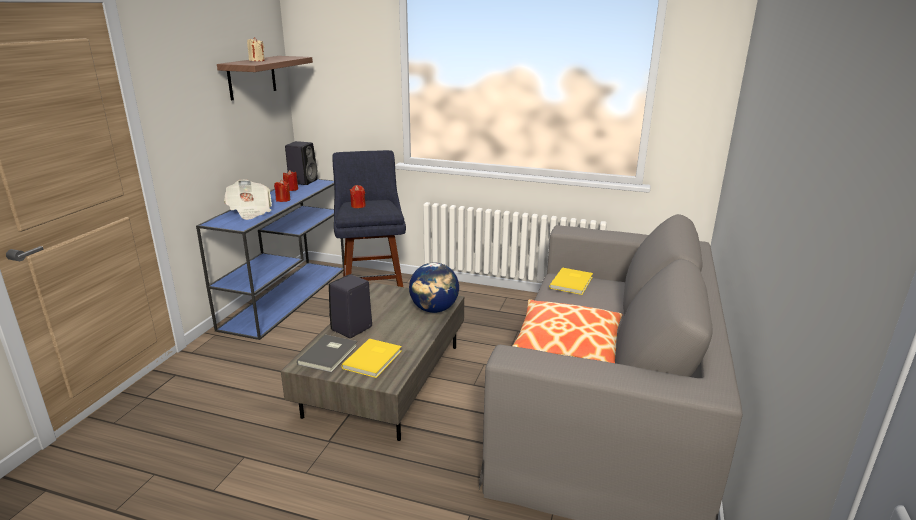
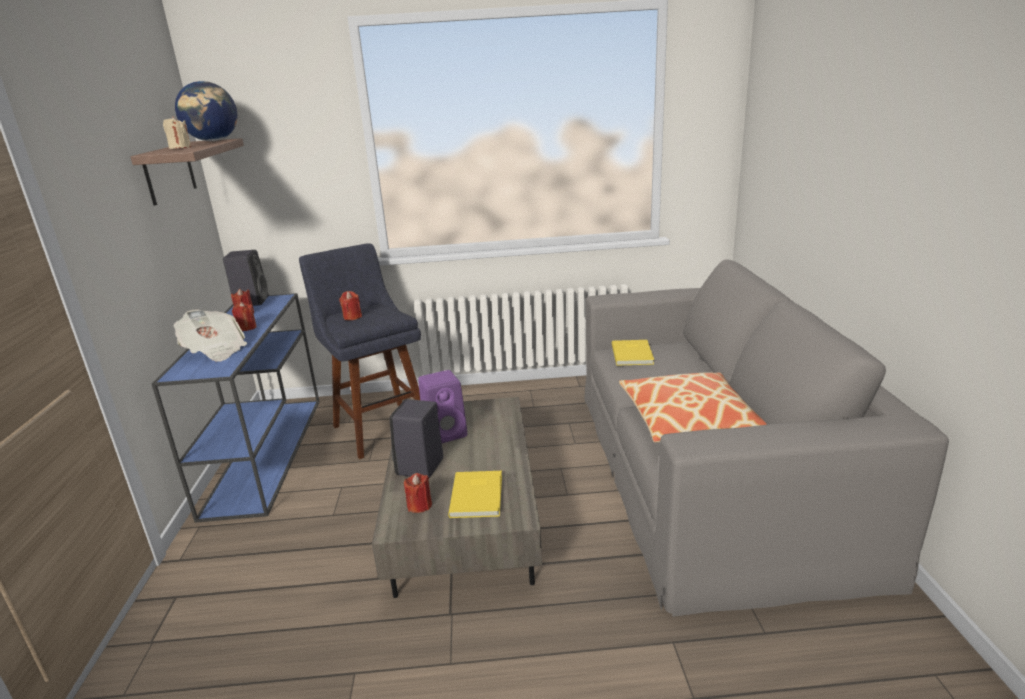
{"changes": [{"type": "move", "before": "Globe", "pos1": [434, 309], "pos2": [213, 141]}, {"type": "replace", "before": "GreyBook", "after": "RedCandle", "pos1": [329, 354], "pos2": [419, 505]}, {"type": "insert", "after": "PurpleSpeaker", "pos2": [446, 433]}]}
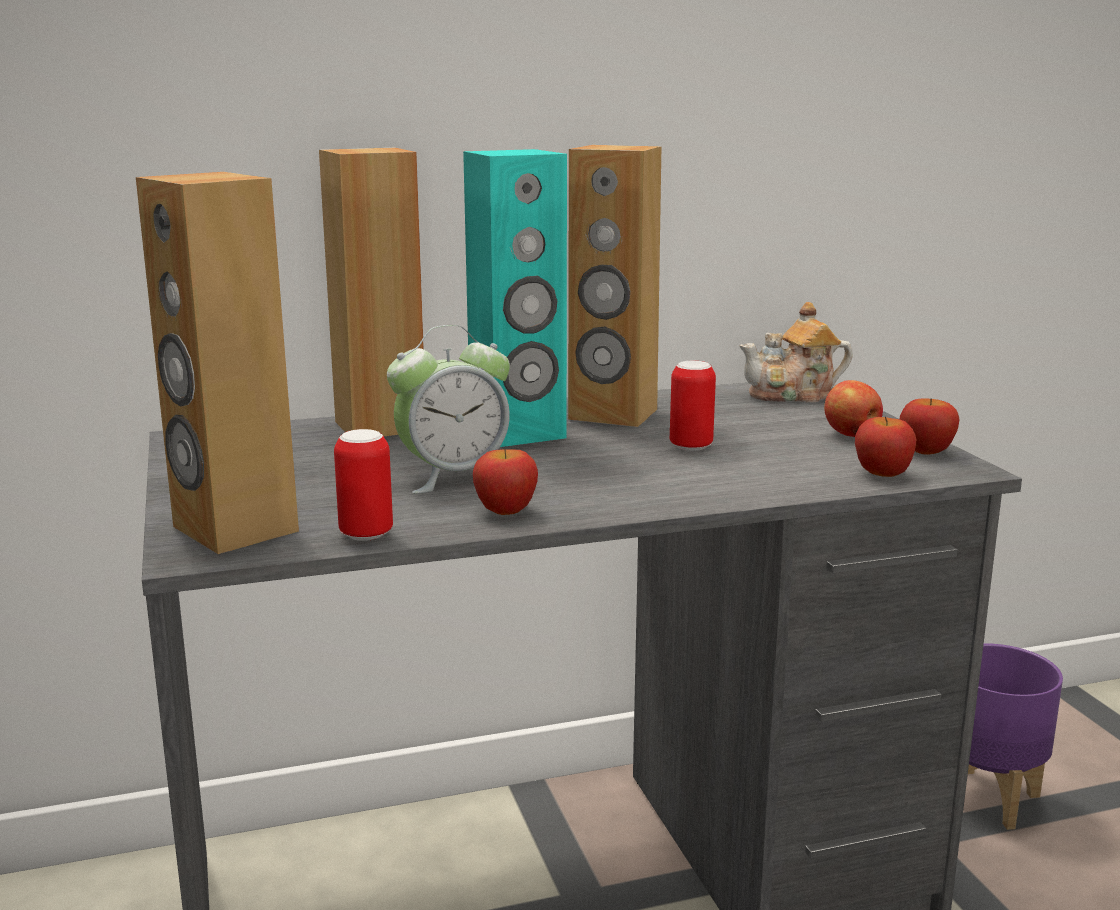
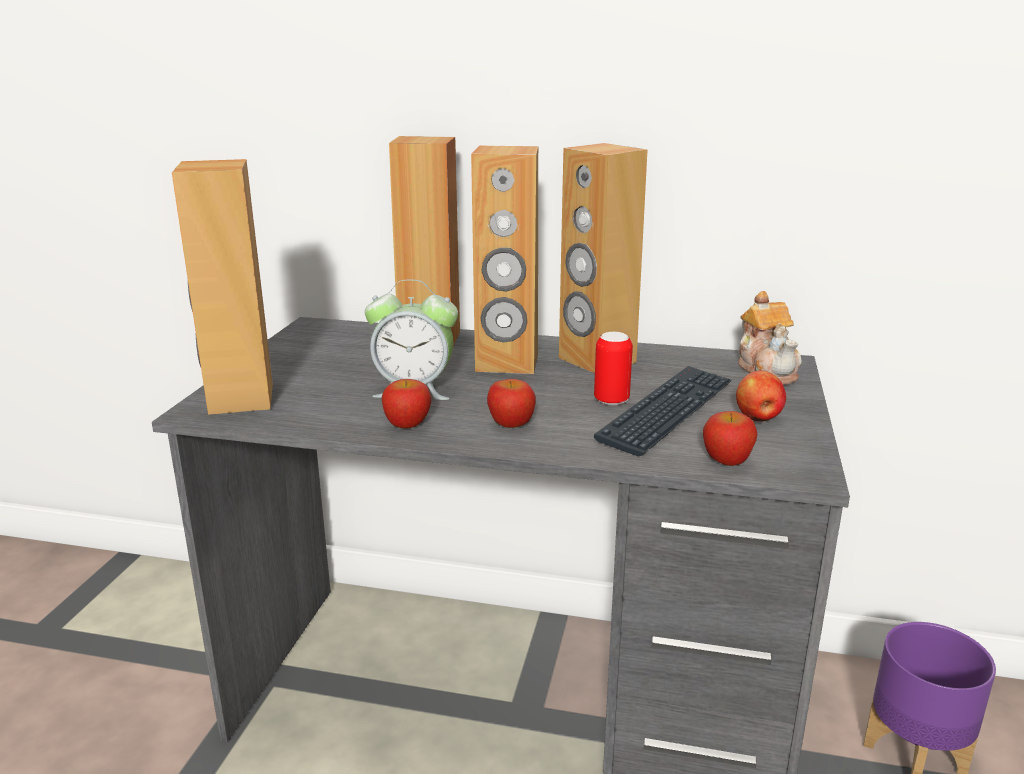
{"changes": [{"type": "recolor", "before": "TurquoiseSpeaker", "after": "BrownSpeaker", "pos1": [518, 433], "pos2": [507, 363]}, {"type": "rotate", "before": "Teapot", "pos1": [794, 395], "pos2": [767, 370], "turn": -120}, {"type": "move", "before": "Apple", "pos1": [926, 451], "pos2": [511, 424]}, {"type": "delete", "before": "Can", "pos1": [366, 534]}, {"type": "insert", "after": "Keyboard", "pos2": [667, 411]}]}
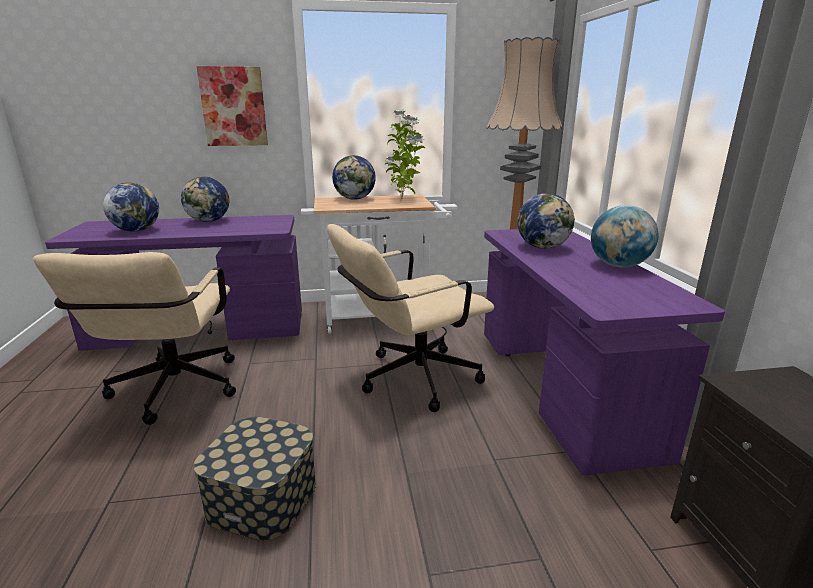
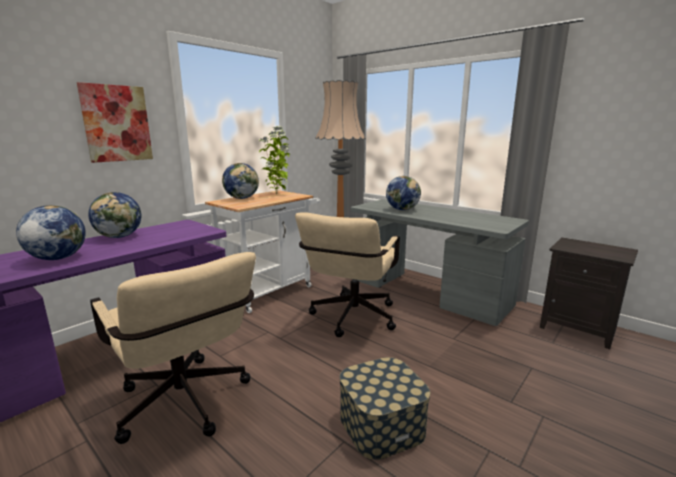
{"changes": [{"type": "delete", "before": "Globe", "pos1": [618, 266]}, {"type": "recolor", "before": "PurpleDesk", "after": "GreyDesk", "pos1": [560, 388], "pos2": [427, 294]}]}
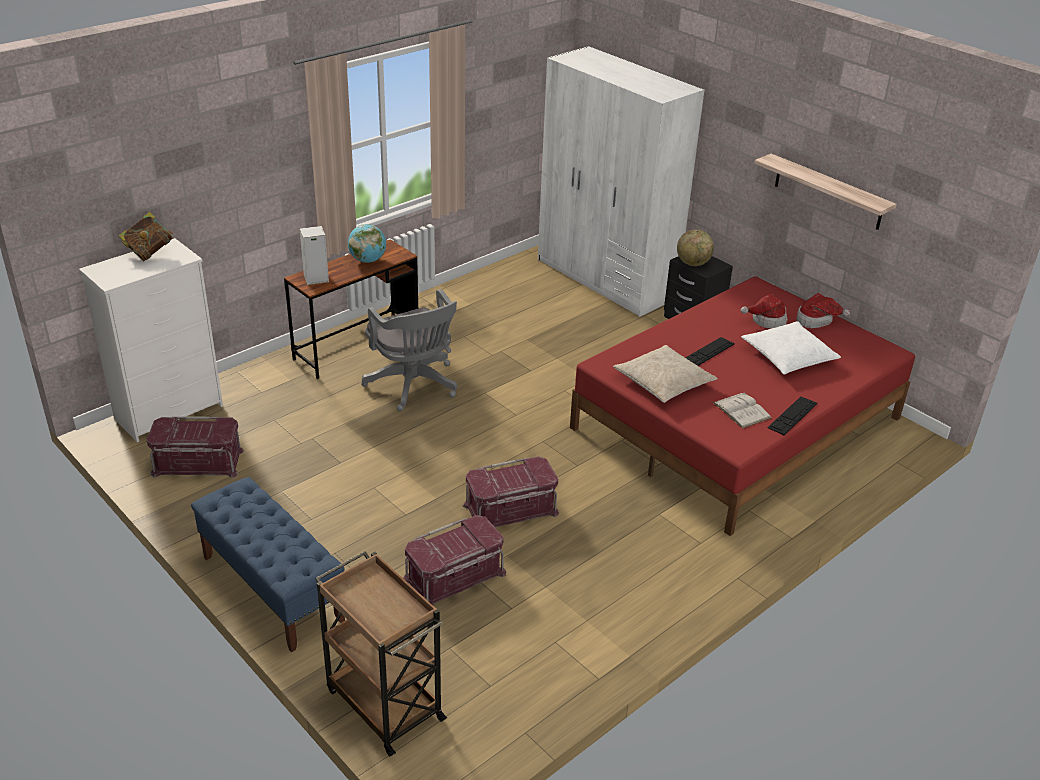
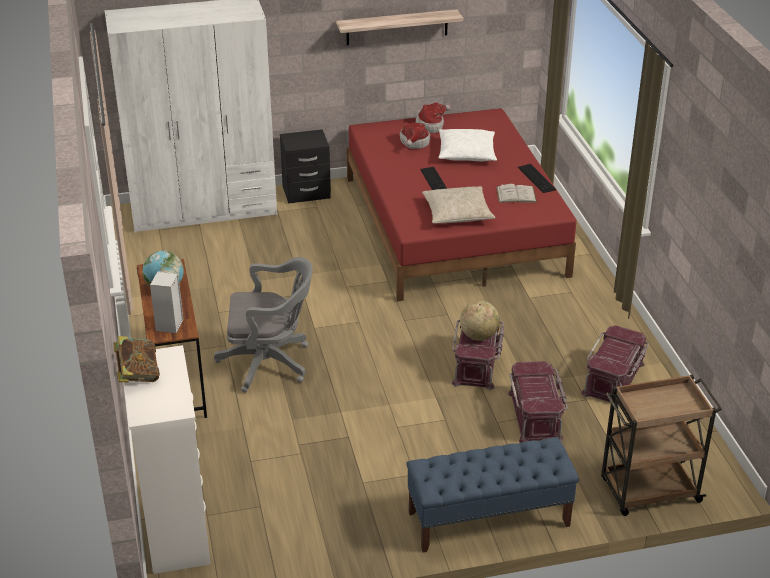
{"changes": [{"type": "move", "before": "Globe", "pos1": [693, 263], "pos2": [478, 335]}, {"type": "move", "before": "RedStorageBox", "pos1": [197, 463], "pos2": [614, 379]}]}
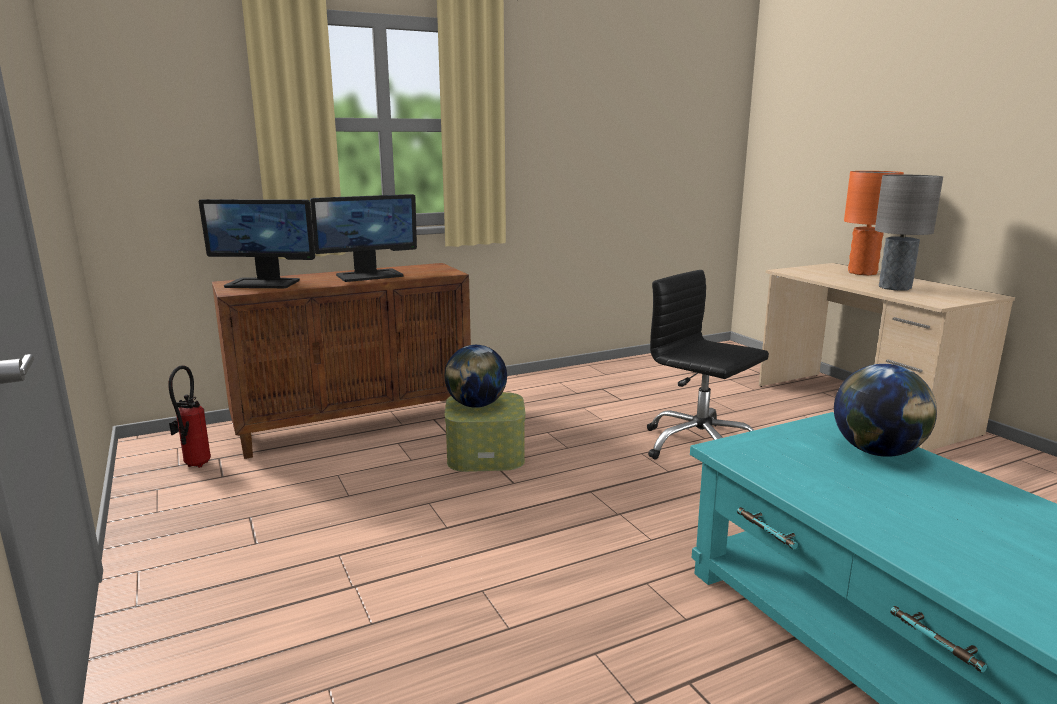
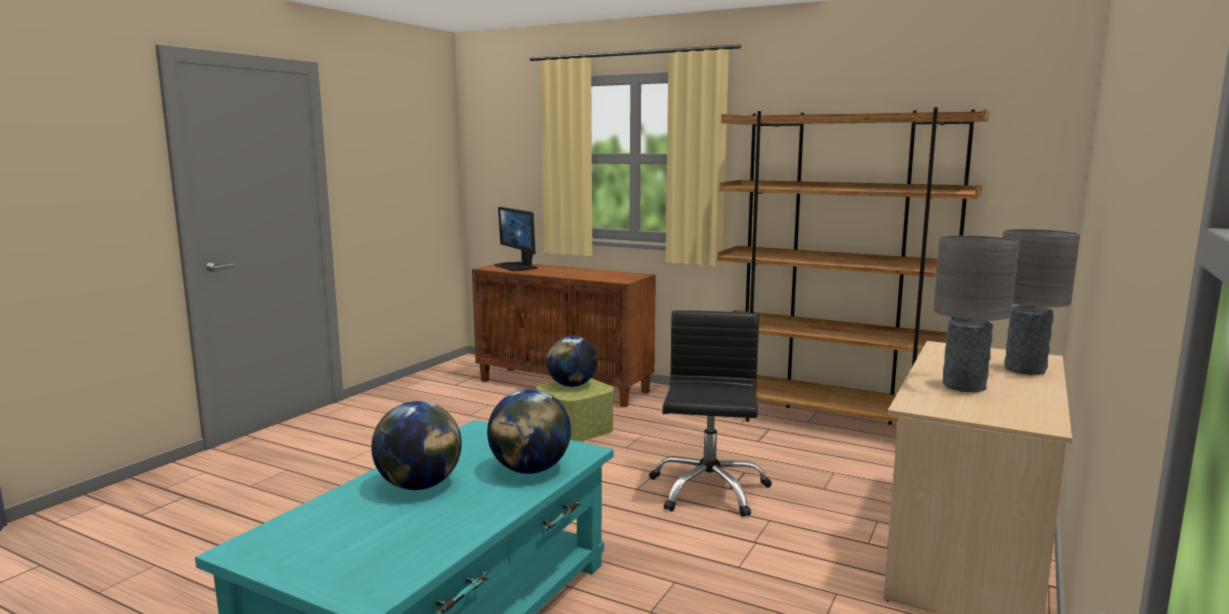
{"changes": [{"type": "recolor", "before": "OrangeTableLamp", "after": "GreyTableLamp", "pos1": [862, 273], "pos2": [1025, 370]}, {"type": "delete", "before": "Monitor", "pos1": [369, 275]}, {"type": "delete", "before": "FireExtinguisher", "pos1": [193, 466]}, {"type": "insert", "after": "BrownBookcase", "pos2": [831, 424]}, {"type": "insert", "after": "Globe", "pos2": [419, 486]}]}
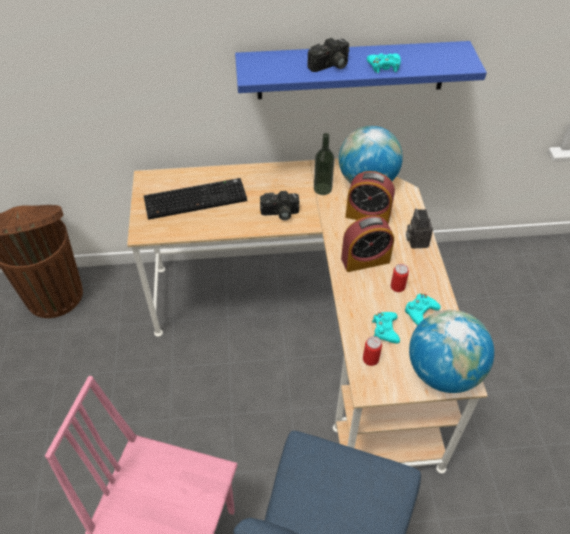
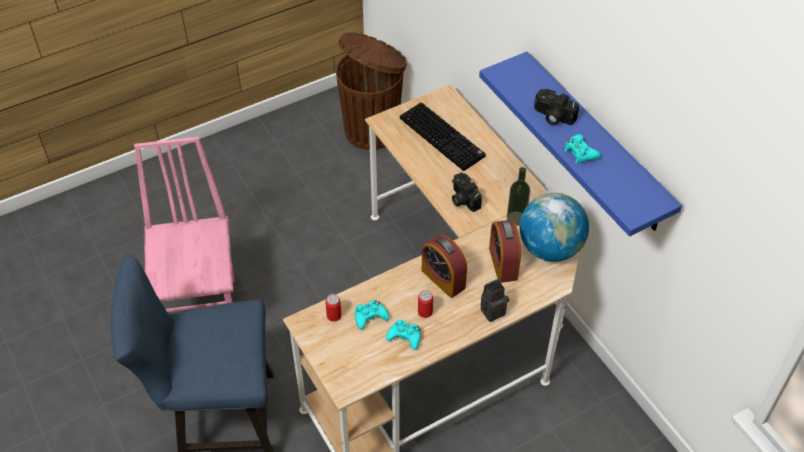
{"changes": [{"type": "delete", "before": "Globe", "pos1": [442, 372]}]}
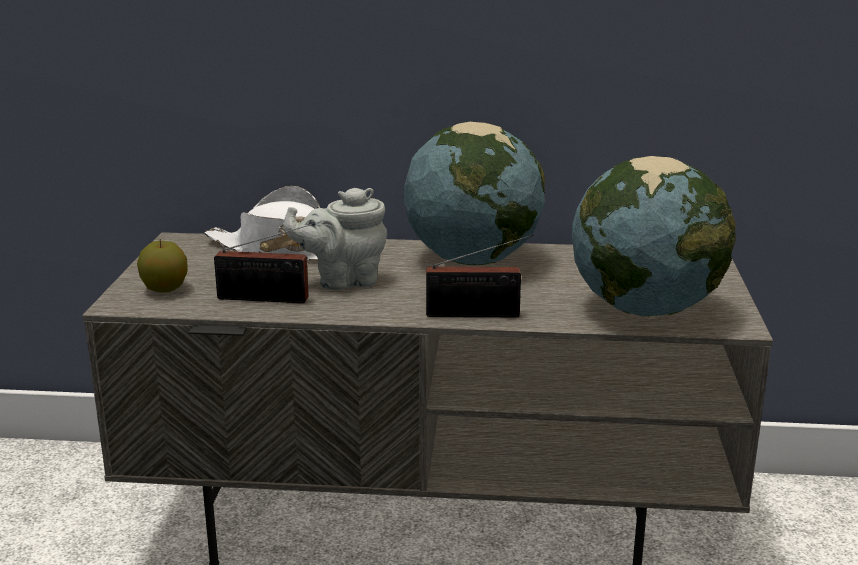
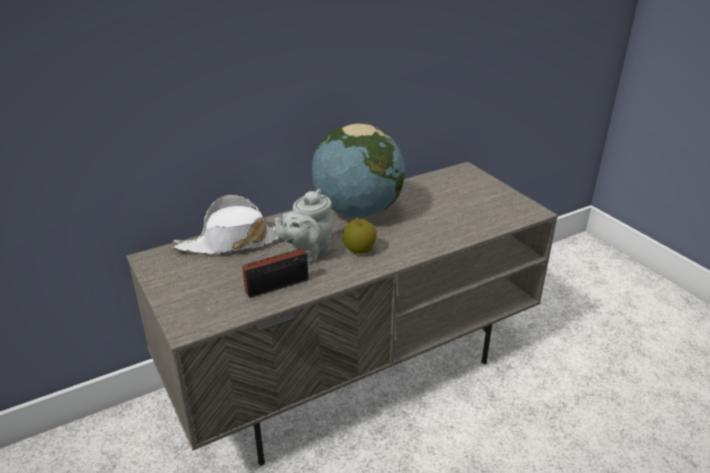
{"changes": [{"type": "delete", "before": "Globe", "pos1": [646, 309]}, {"type": "delete", "before": "Radio", "pos1": [478, 314]}, {"type": "move", "before": "Apple", "pos1": [165, 289], "pos2": [359, 250]}]}
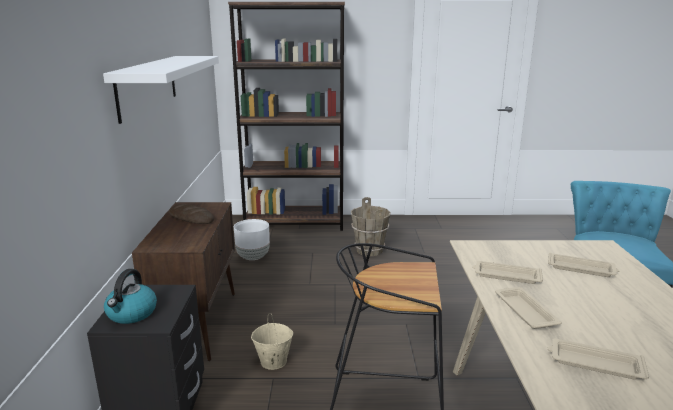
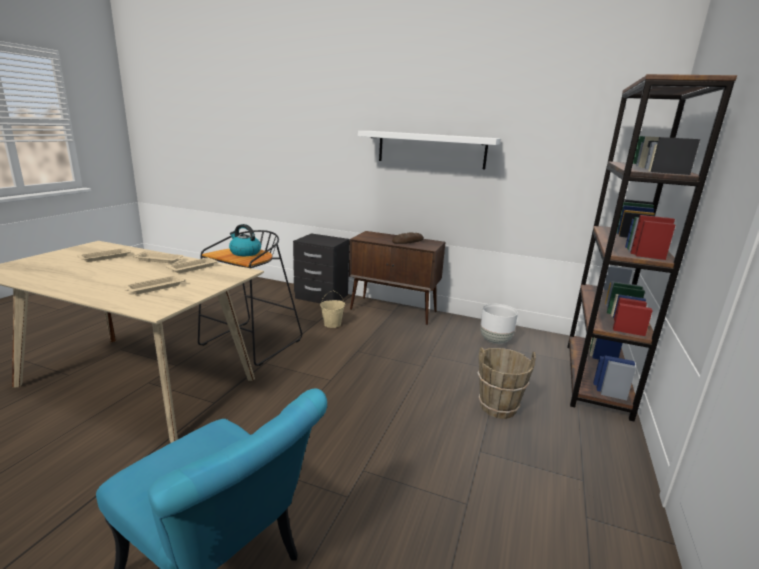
{"changes": [{"type": "move", "before": "Kettle", "pos1": [131, 314], "pos2": [245, 253]}]}
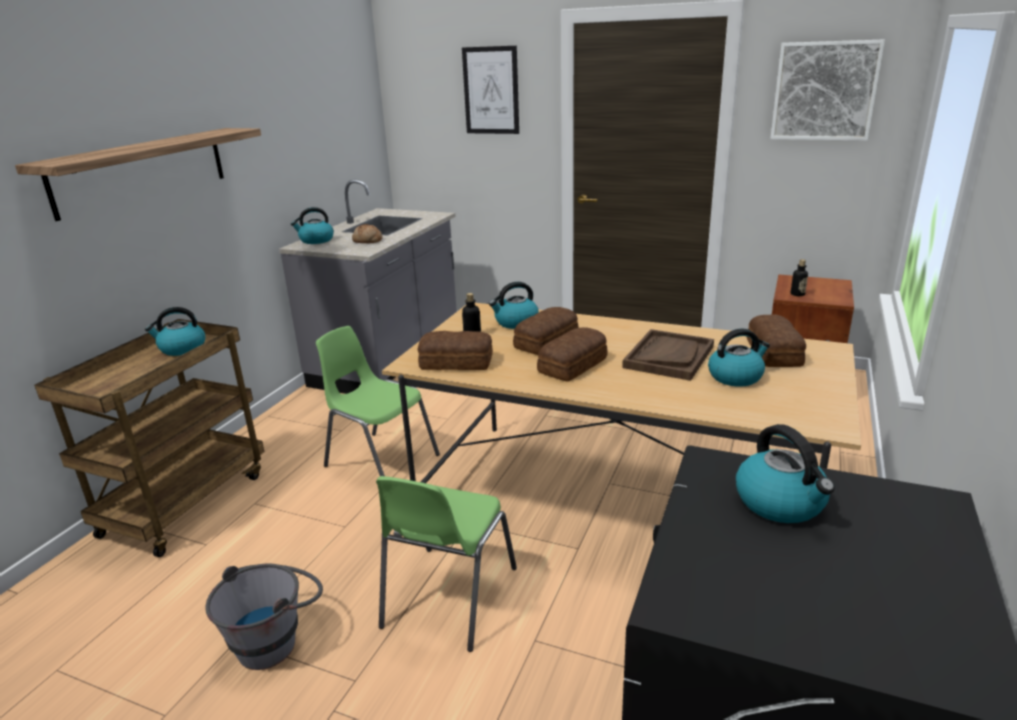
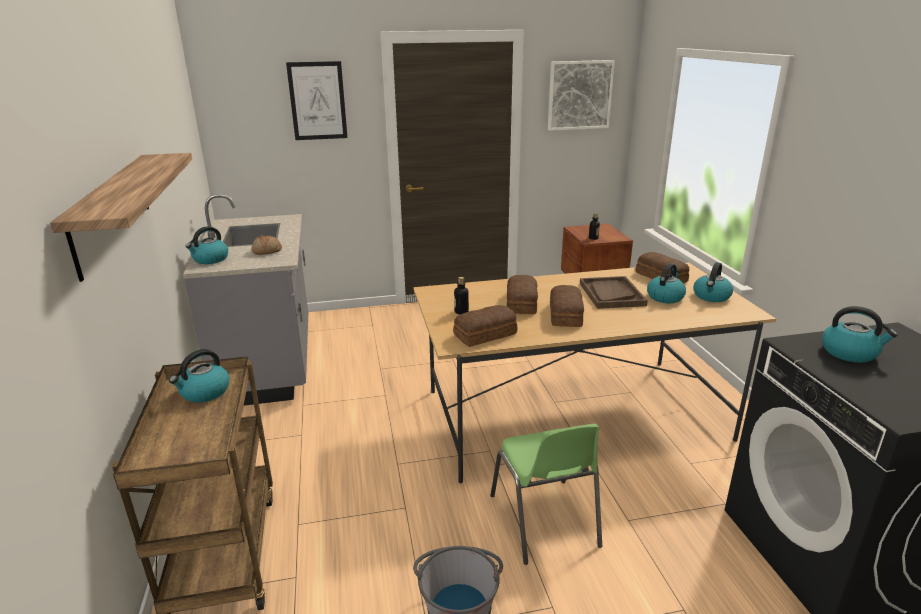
{"changes": [{"type": "move", "before": "Kettle", "pos1": [515, 322], "pos2": [711, 296]}, {"type": "delete", "before": "GreenChair", "pos1": [380, 460]}]}
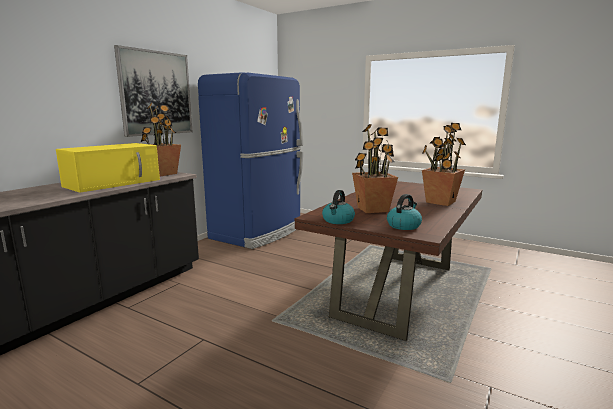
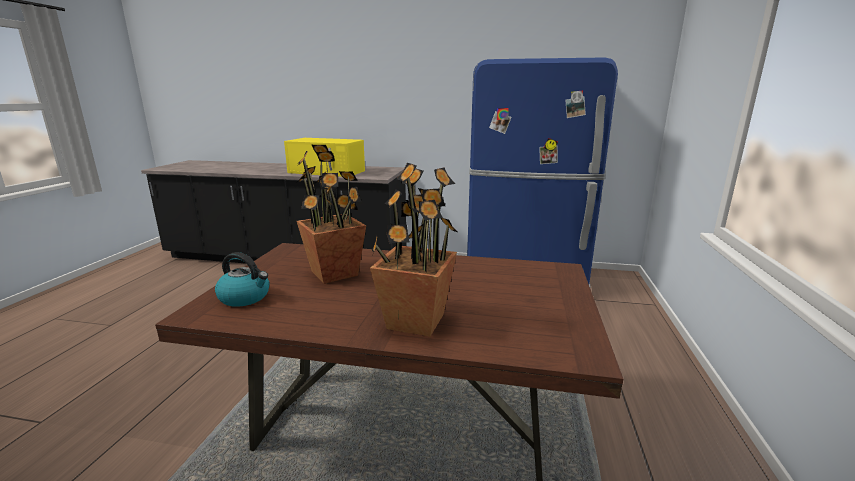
{"changes": [{"type": "delete", "before": "Picture", "pos1": [156, 93]}, {"type": "delete", "before": "PottedPlant", "pos1": [163, 174]}, {"type": "delete", "before": "Kettle", "pos1": [338, 220]}]}
